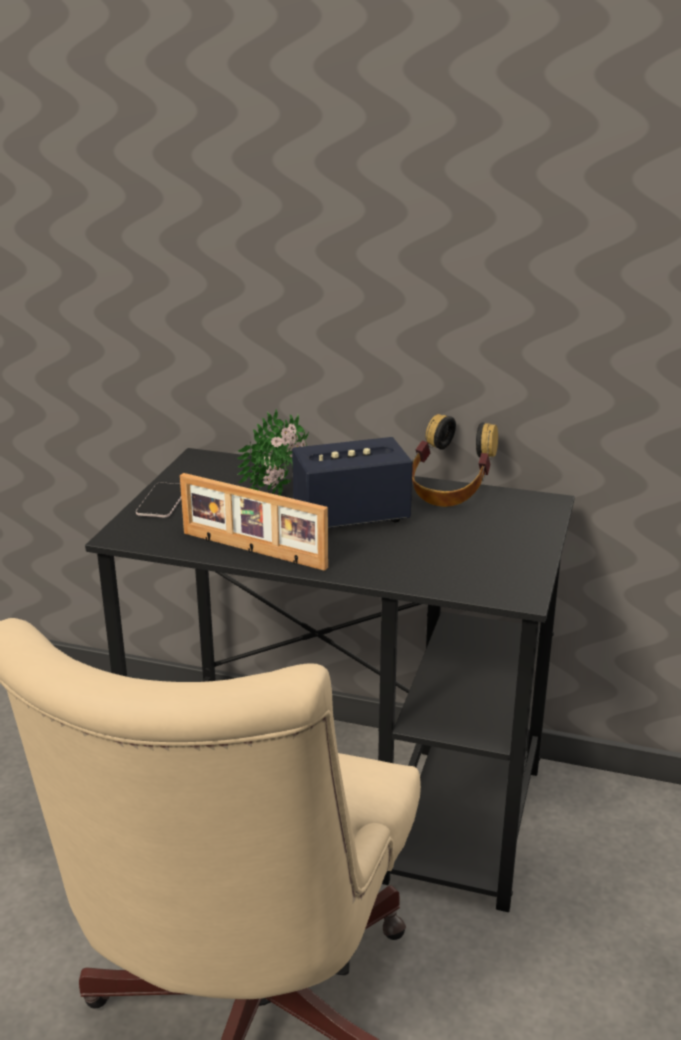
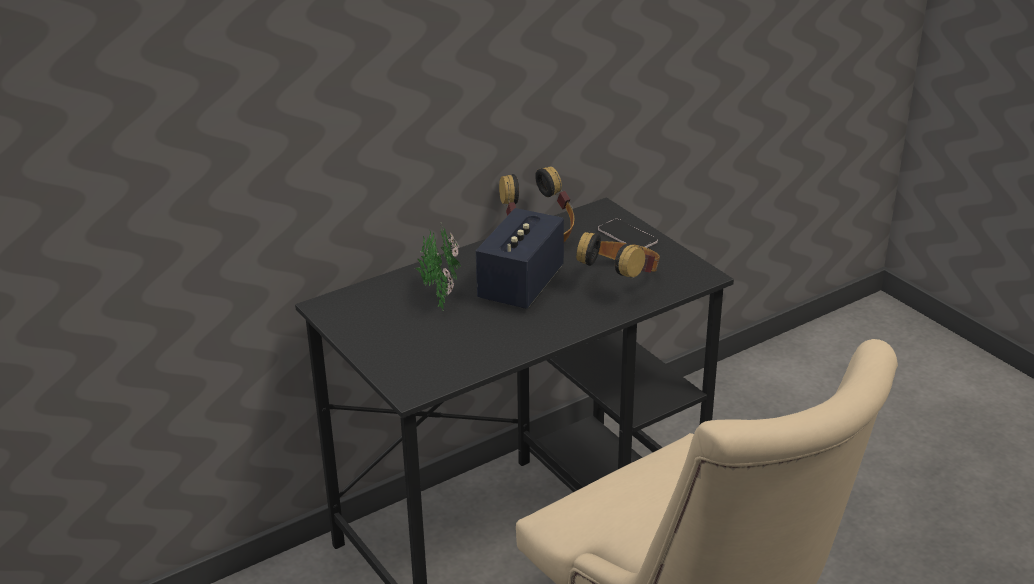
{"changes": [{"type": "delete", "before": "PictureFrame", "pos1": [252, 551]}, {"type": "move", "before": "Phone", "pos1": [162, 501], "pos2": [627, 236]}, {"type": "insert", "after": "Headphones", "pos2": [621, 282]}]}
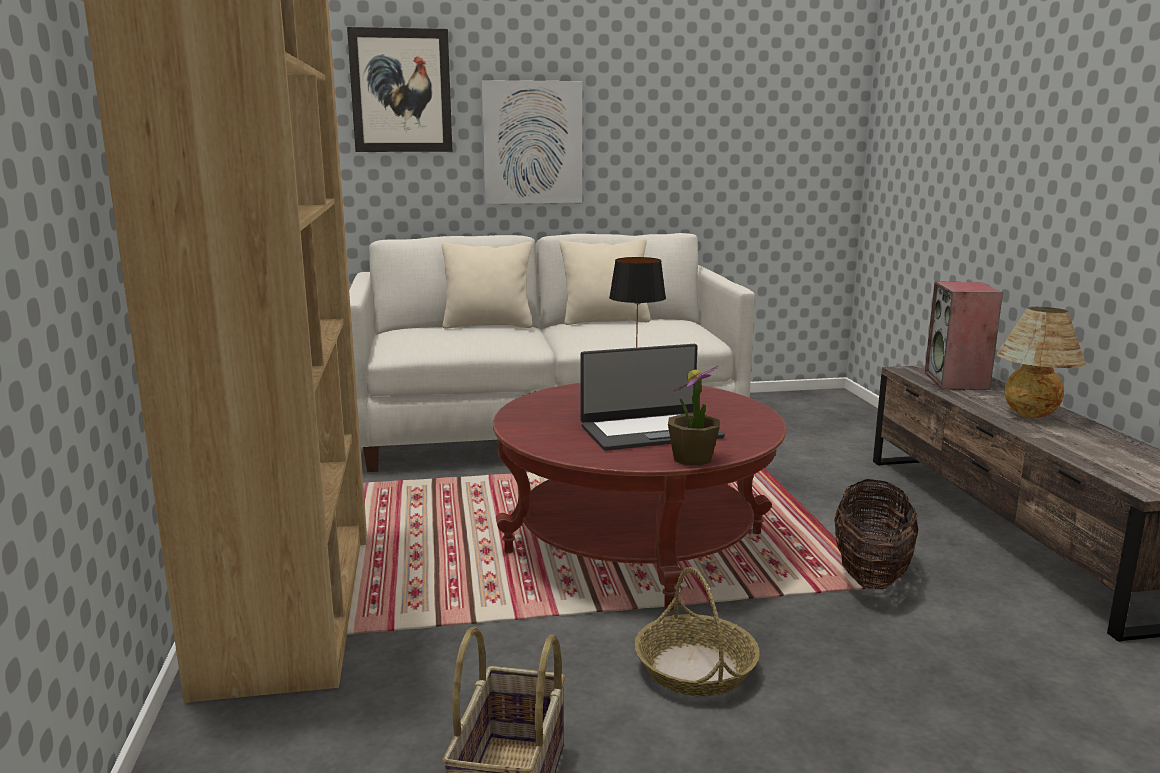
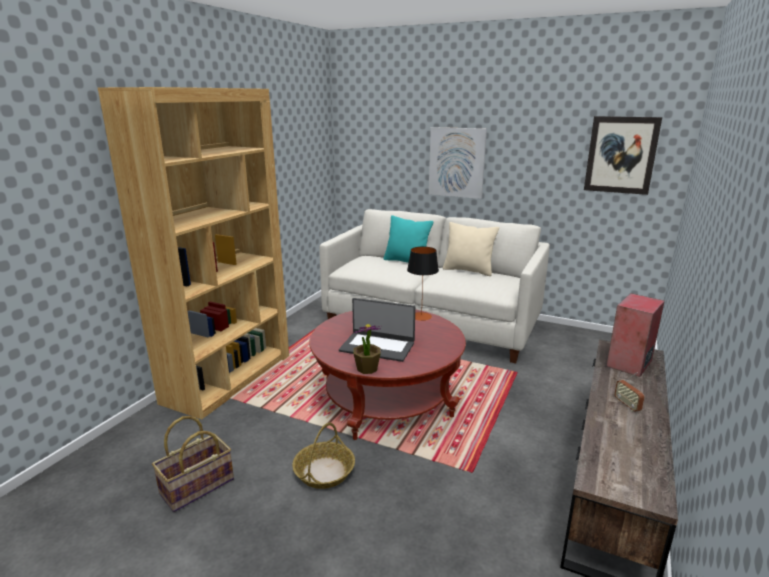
{"changes": [{"type": "move", "before": "Picture", "pos1": [401, 91], "pos2": [621, 155]}, {"type": "recolor", "before": "BeigePillow", "after": "TurquoisePillow", "pos1": [488, 325], "pos2": [407, 262]}, {"type": "replace", "before": "TableLamp", "after": "Radio", "pos1": [1032, 417], "pos2": [627, 405]}, {"type": "delete", "before": "Basket", "pos1": [870, 574]}]}
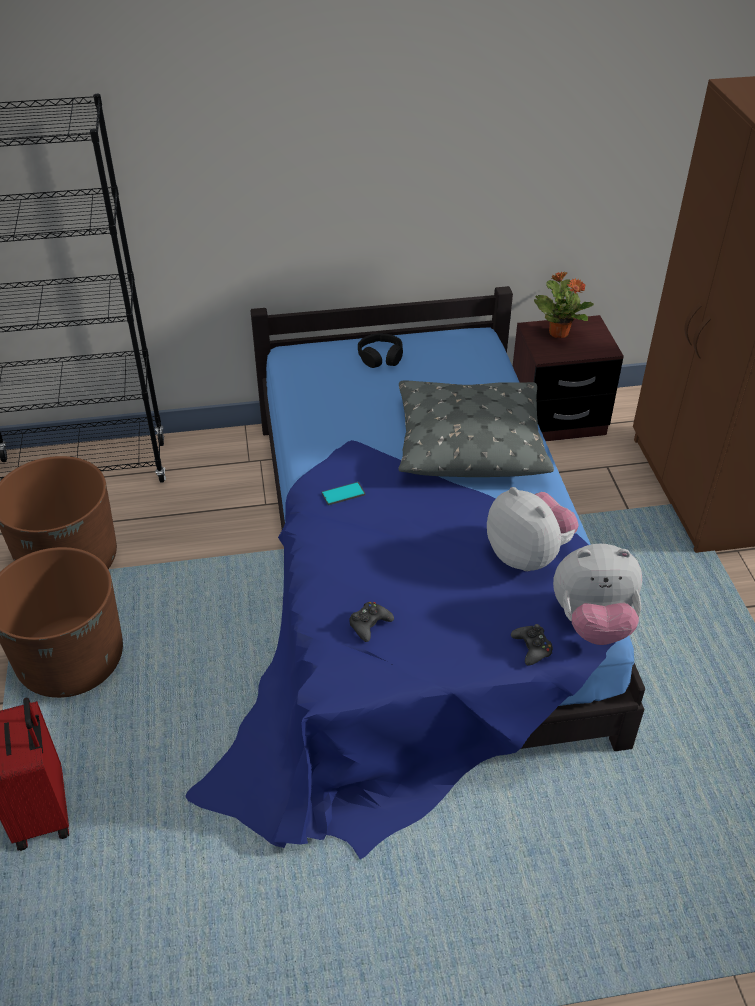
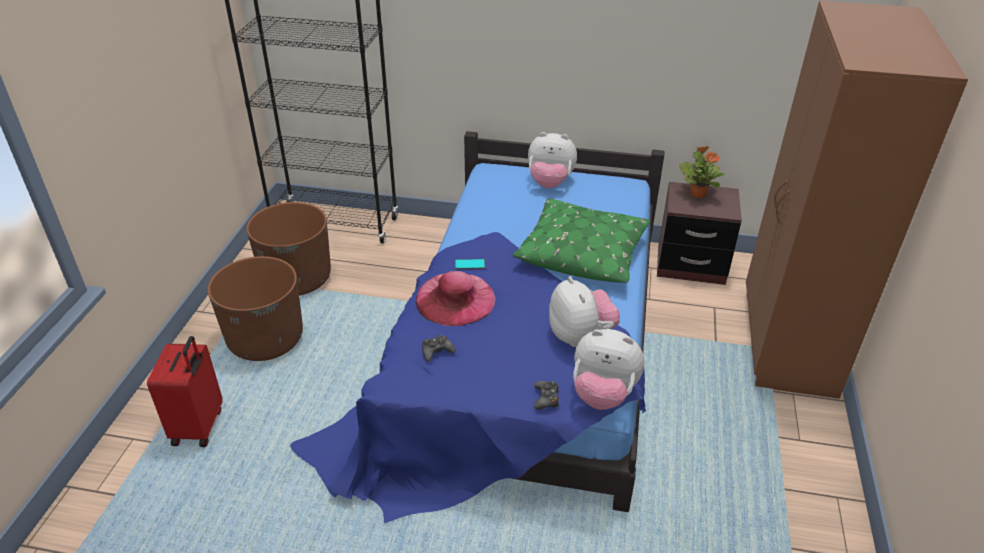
{"changes": [{"type": "replace", "before": "BlackHeadphones", "after": "PlushToy", "pos1": [380, 357], "pos2": [550, 183]}, {"type": "recolor", "before": "GreyPillow", "after": "GreenPillow", "pos1": [469, 443], "pos2": [582, 252]}, {"type": "insert", "after": "PinkHat", "pos2": [455, 299]}]}
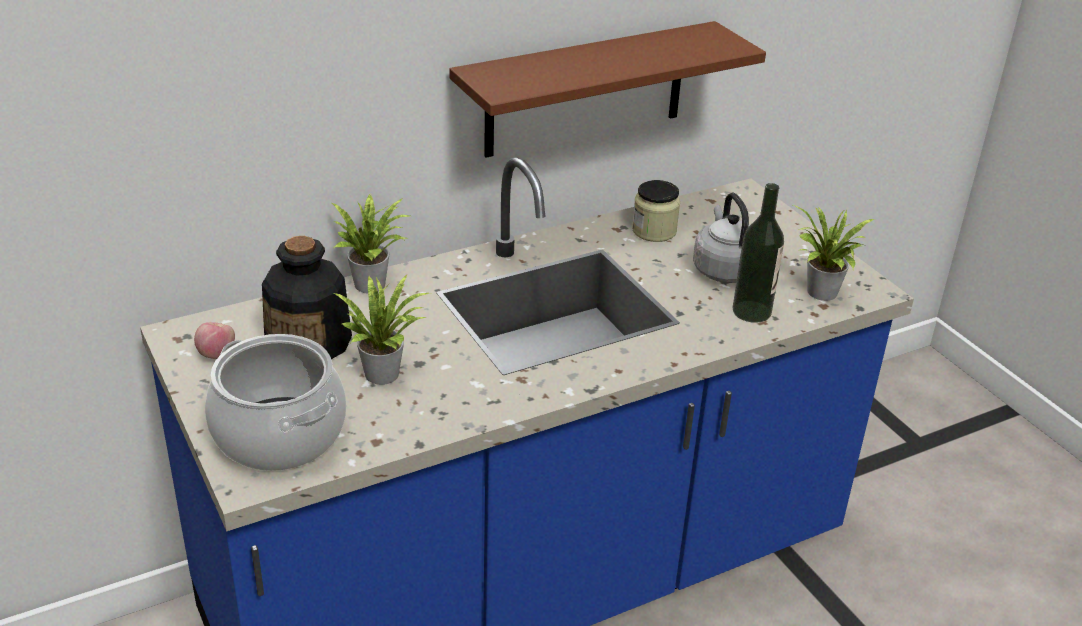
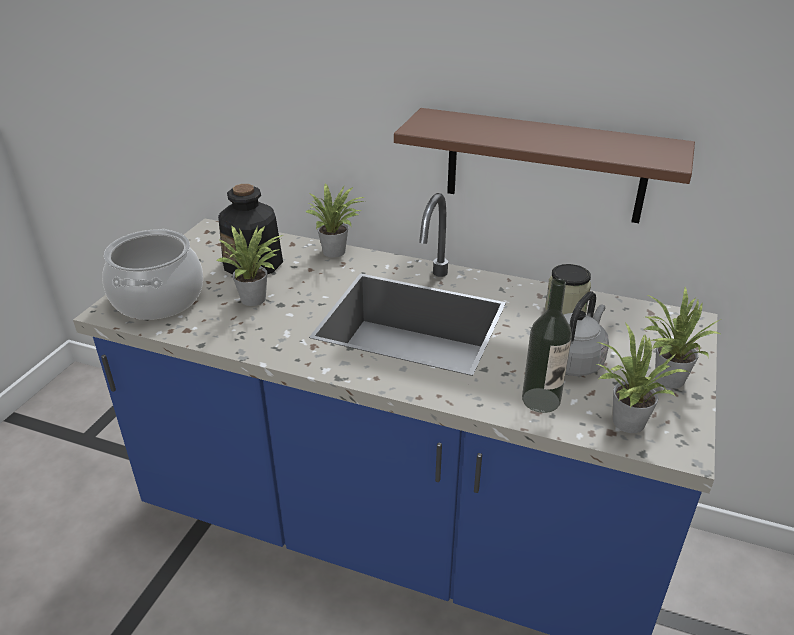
{"changes": [{"type": "delete", "before": "Apple", "pos1": [216, 354]}, {"type": "insert", "after": "PottedPlant", "pos2": [665, 378]}]}
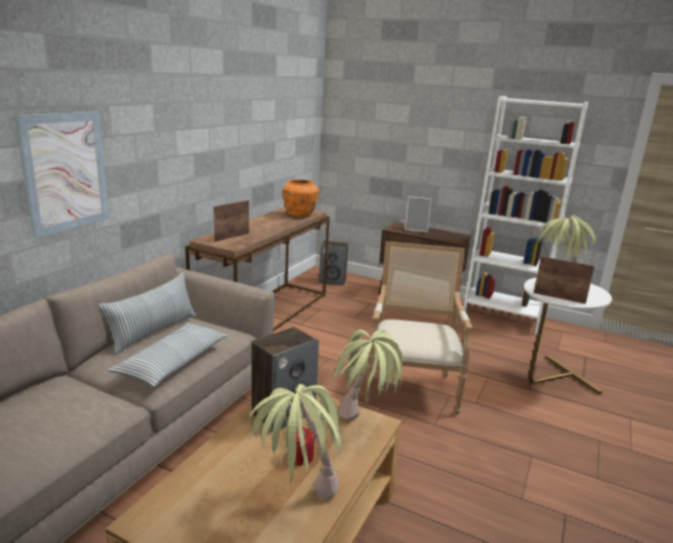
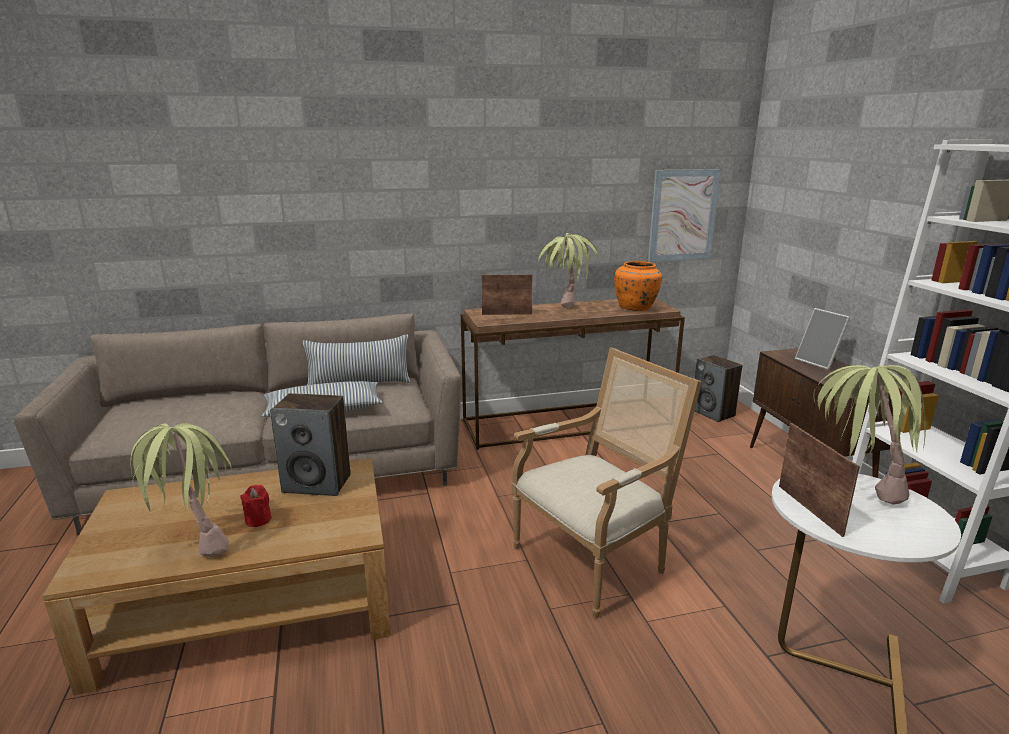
{"changes": [{"type": "move", "before": "Picture", "pos1": [65, 172], "pos2": [683, 215]}, {"type": "move", "before": "PottedPlant", "pos1": [363, 430], "pos2": [565, 312]}]}
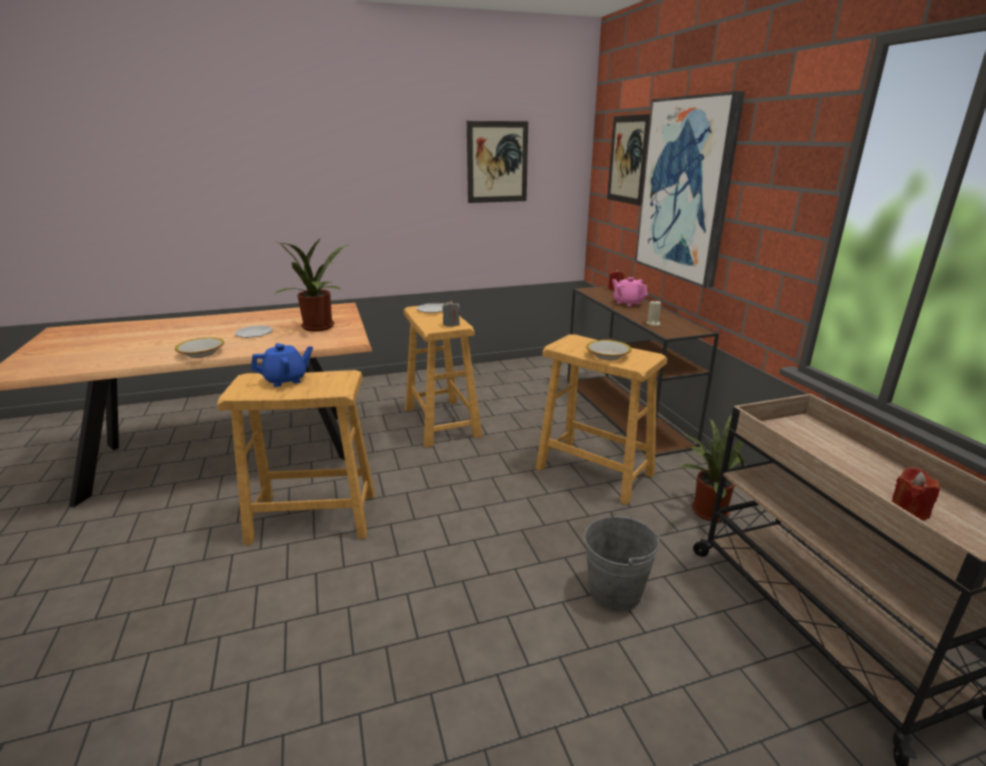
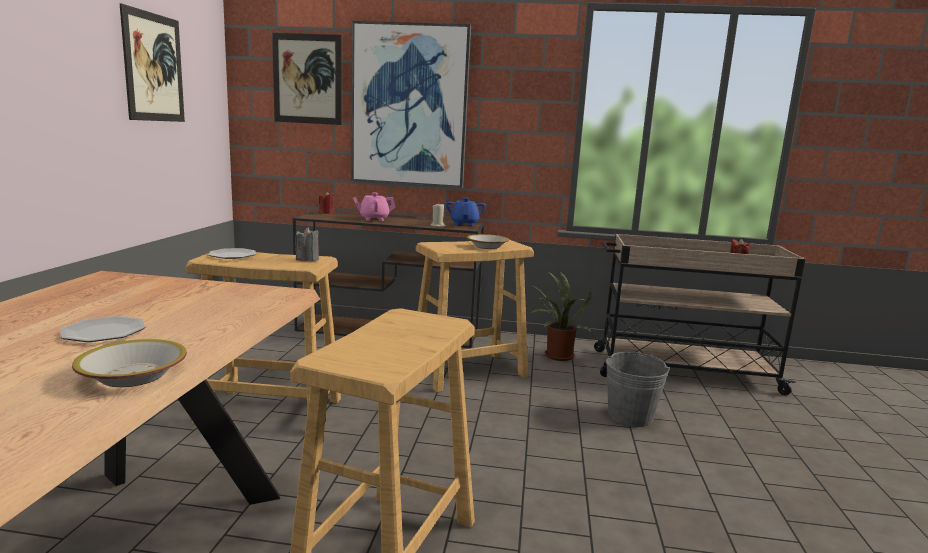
{"changes": [{"type": "delete", "before": "PottedPlant", "pos1": [320, 328]}, {"type": "move", "before": "BlueTeapot", "pos1": [286, 380], "pos2": [464, 224]}]}
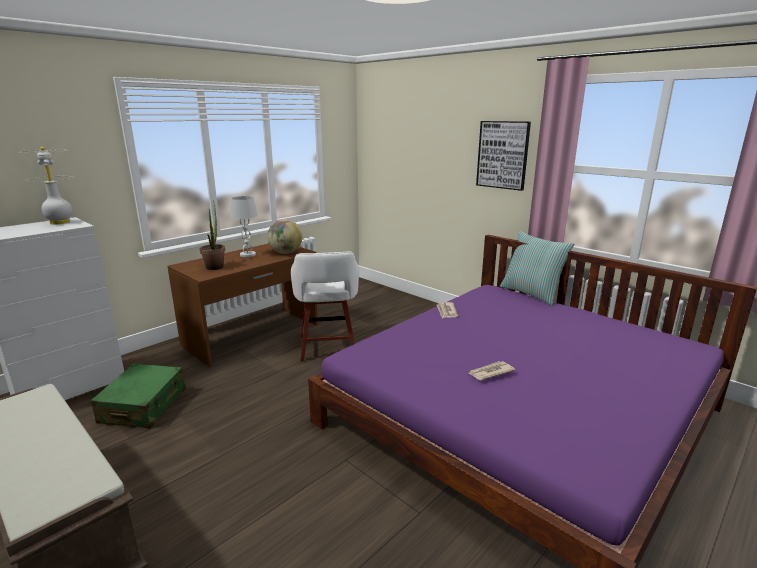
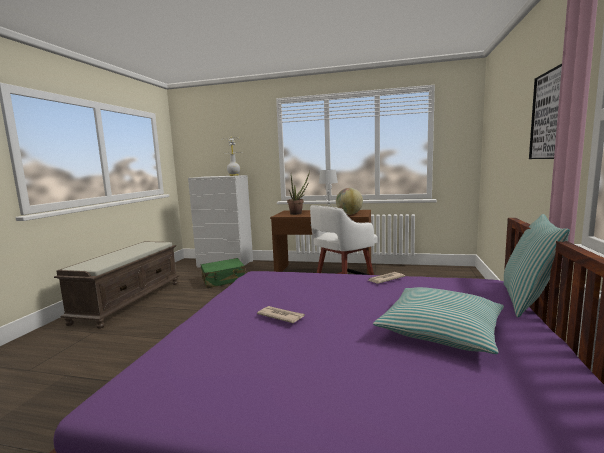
{"changes": [{"type": "insert", "after": "Pillow", "pos2": [441, 330]}]}
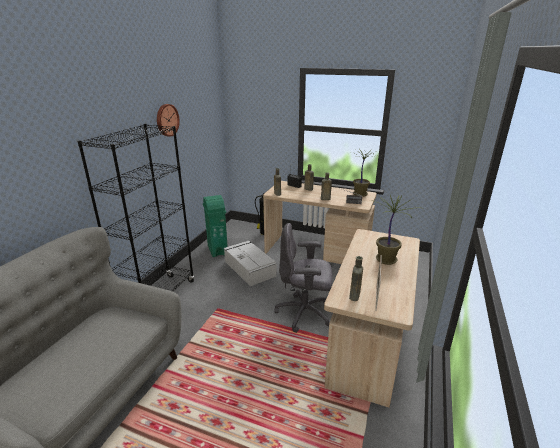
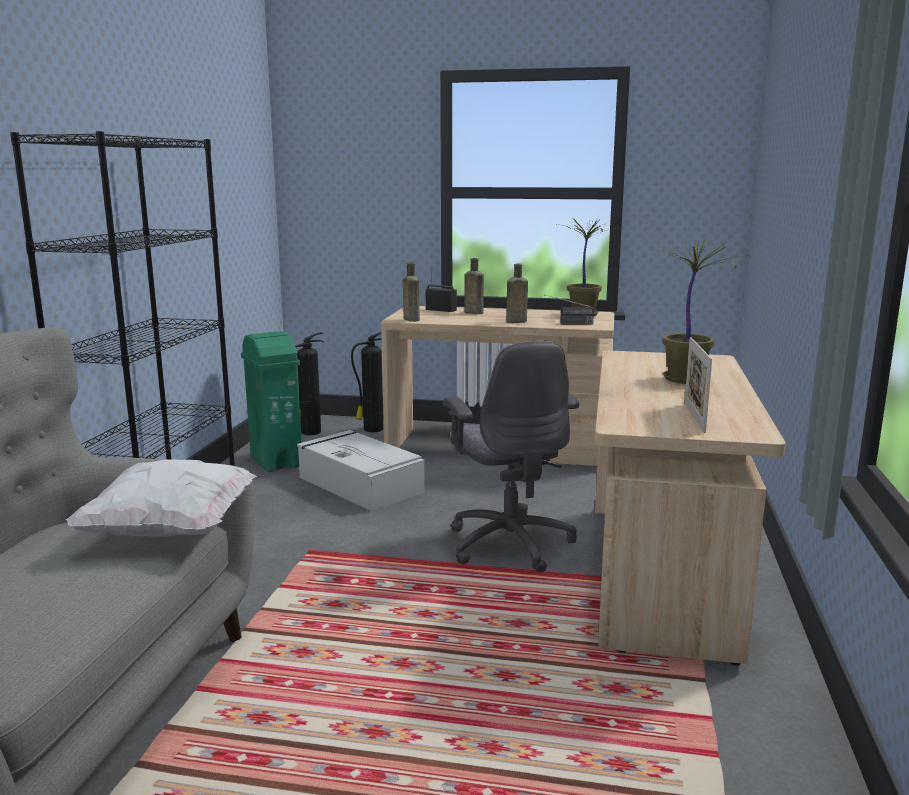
{"changes": [{"type": "delete", "before": "WallClock", "pos1": [166, 120]}, {"type": "rotate", "before": "GreyOfficeChair", "pos1": [305, 313], "pos2": [510, 543], "turn": -105}, {"type": "delete", "before": "BrownBottle", "pos1": [354, 297]}, {"type": "insert", "after": "FireExtinguisher", "pos2": [309, 432]}, {"type": "insert", "after": "WhitePillow", "pos2": [171, 531]}]}
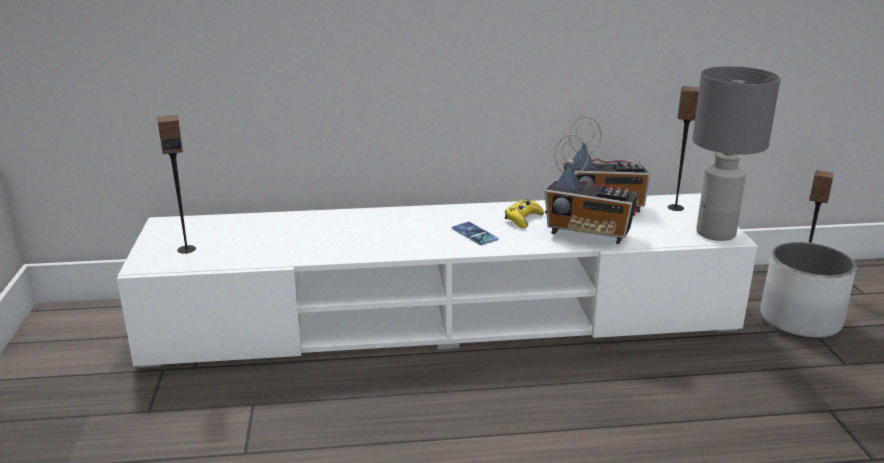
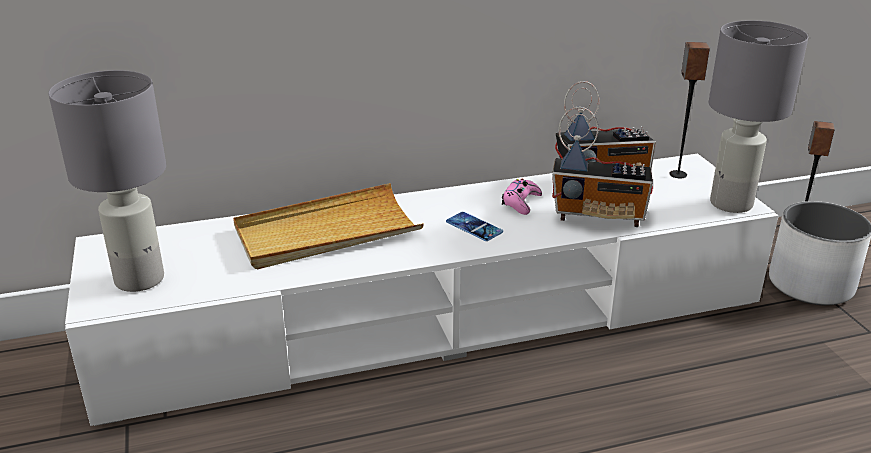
{"changes": [{"type": "replace", "before": "Speaker", "after": "GreyTableLamp", "pos1": [186, 249], "pos2": [140, 279]}, {"type": "recolor", "before": "YellowGameController", "after": "PinkGameController", "pos1": [523, 219], "pos2": [521, 202]}, {"type": "insert", "after": "BeigeTray", "pos2": [326, 232]}]}
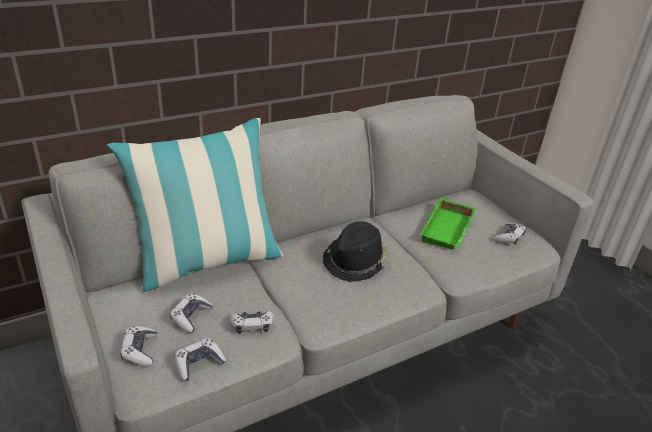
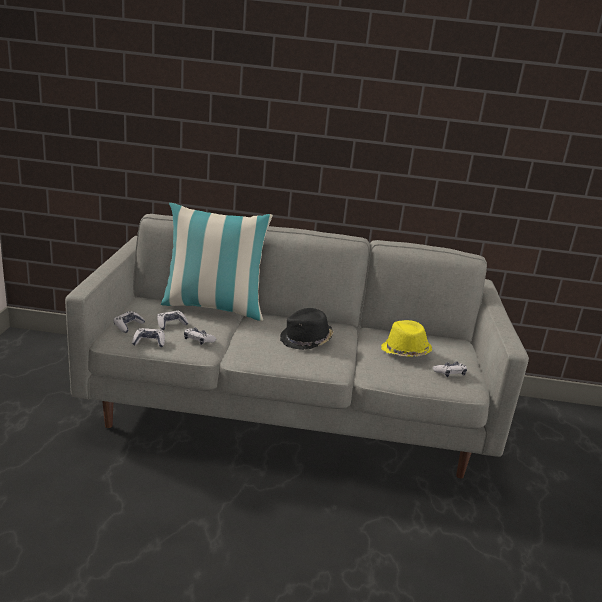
{"changes": [{"type": "replace", "before": "GreenTray", "after": "YellowHat", "pos1": [449, 230], "pos2": [405, 352]}]}
